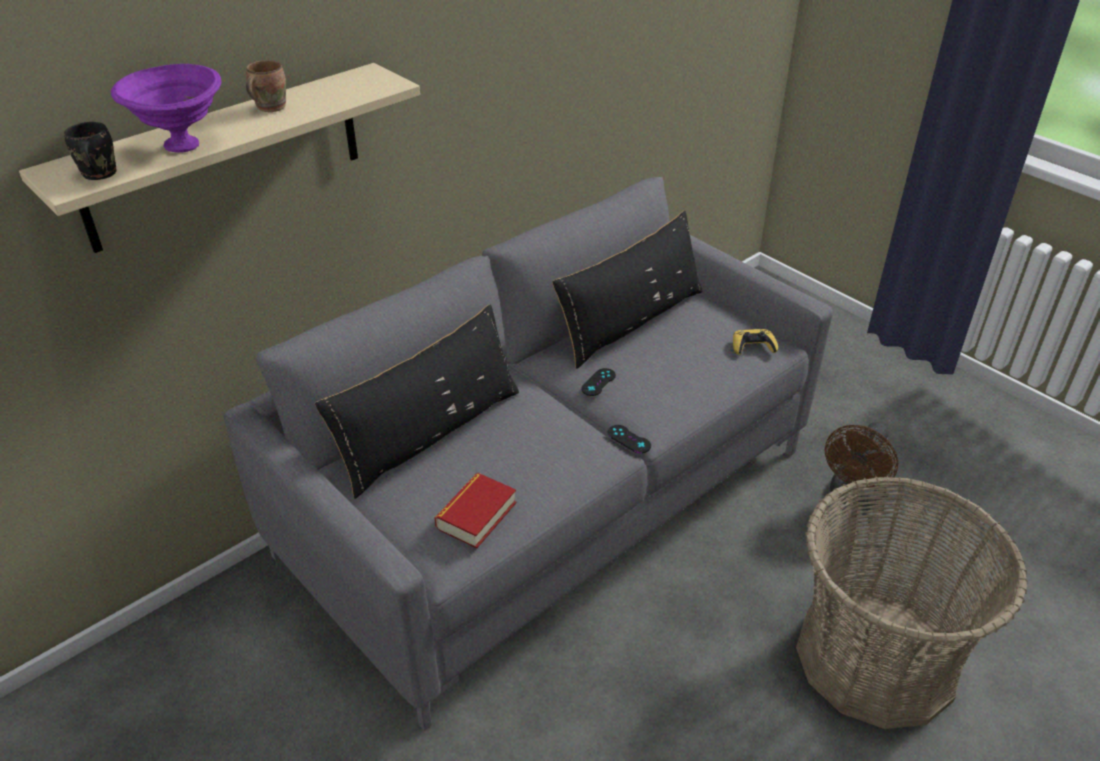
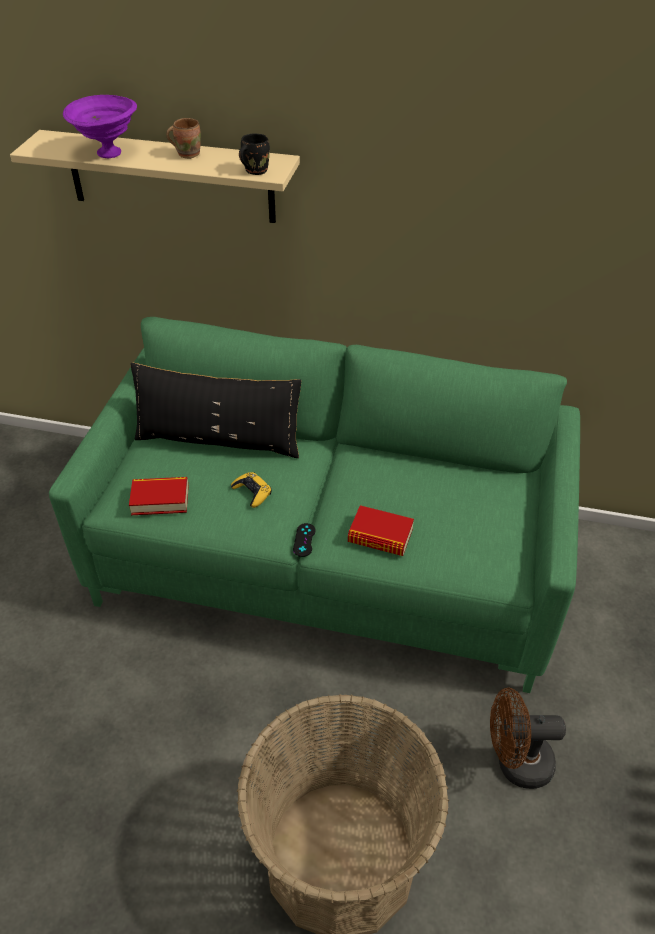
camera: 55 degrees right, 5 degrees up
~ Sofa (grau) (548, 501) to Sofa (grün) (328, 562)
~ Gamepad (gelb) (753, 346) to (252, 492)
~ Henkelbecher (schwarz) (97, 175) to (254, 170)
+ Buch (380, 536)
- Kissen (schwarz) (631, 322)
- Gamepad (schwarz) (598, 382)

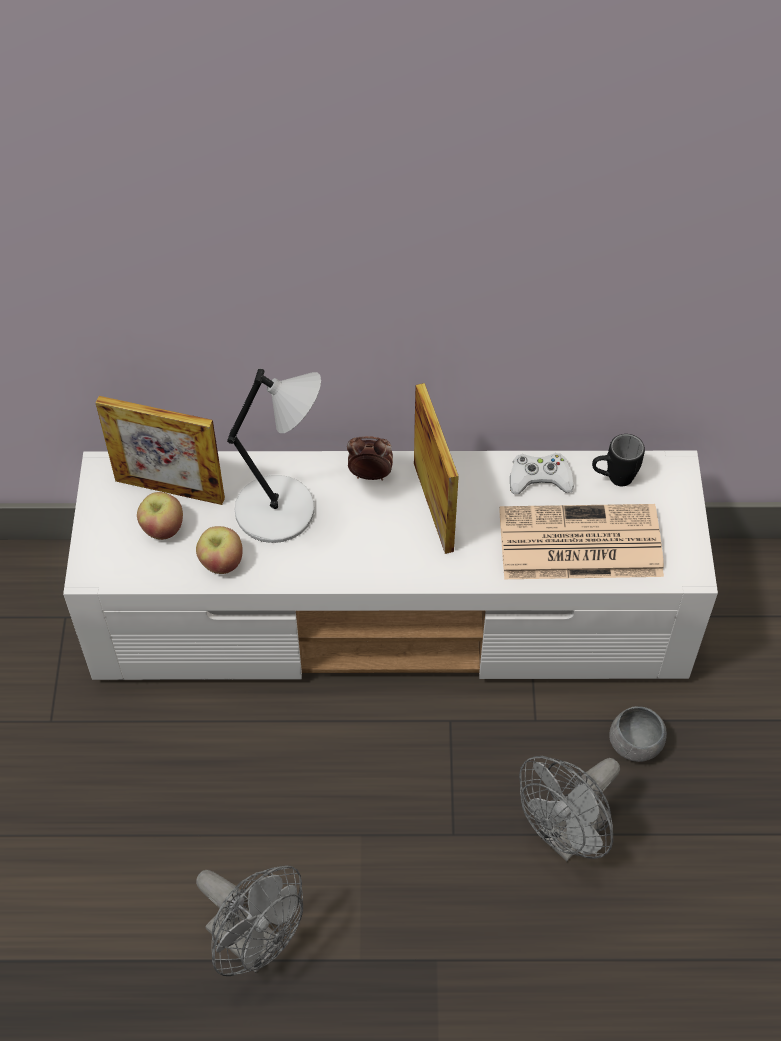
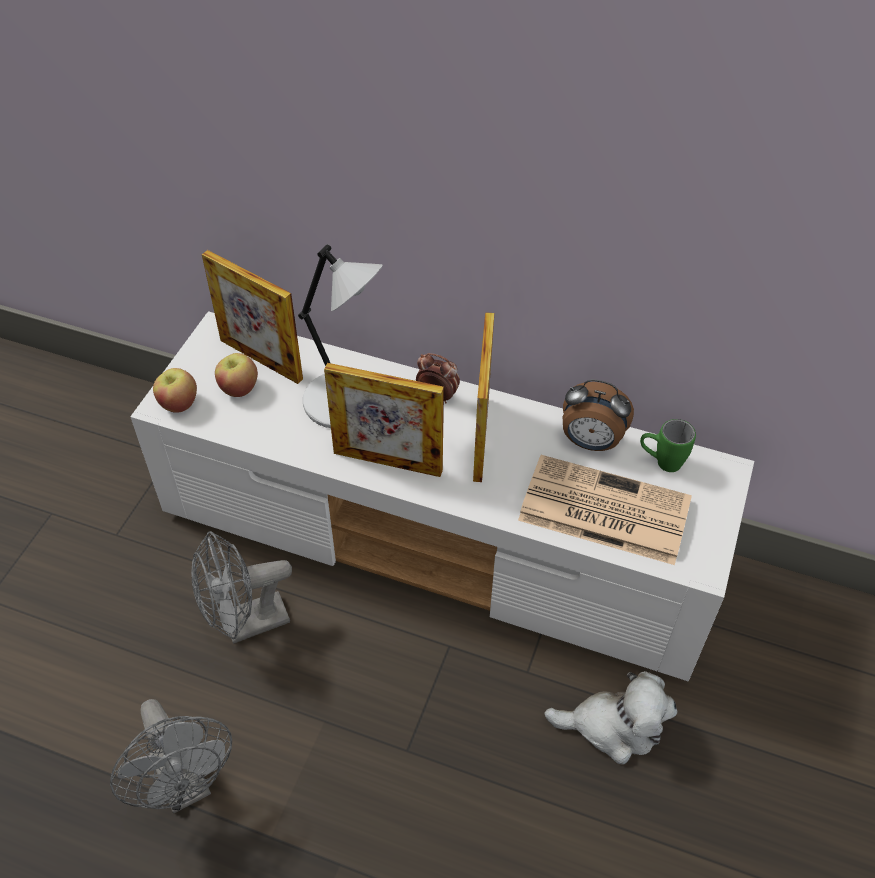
camera: 20 degrees right, 5 degrees down
~ Apfel (221, 562) to (178, 403)
~ Ventilator (grau) (566, 836) to (246, 624)
+ Bilderrahmen (387, 462)
~ Schüssel (grau) (635, 744) to Plüschtier (613, 726)
~ Gamepad (weiß) (539, 478) to Wecker (590, 442)
~ Henkelbecher (schwarz) (613, 478) to Henkelbecher (grün) (660, 462)

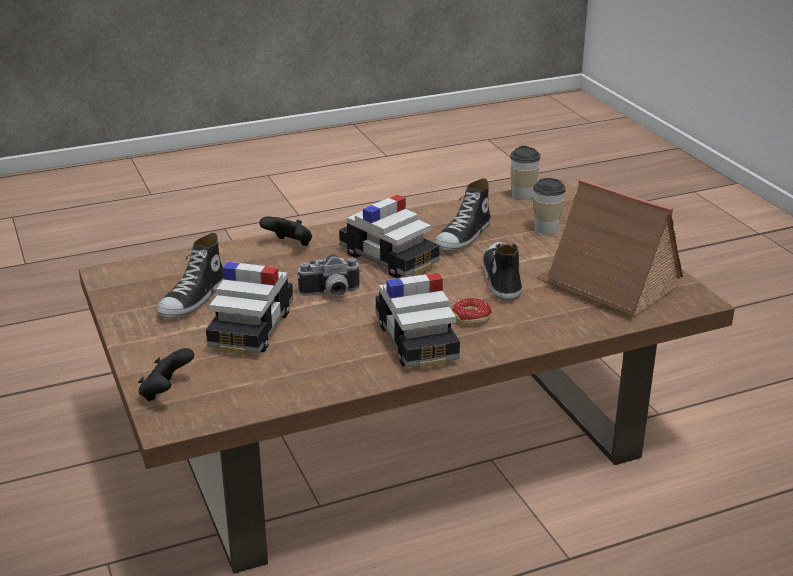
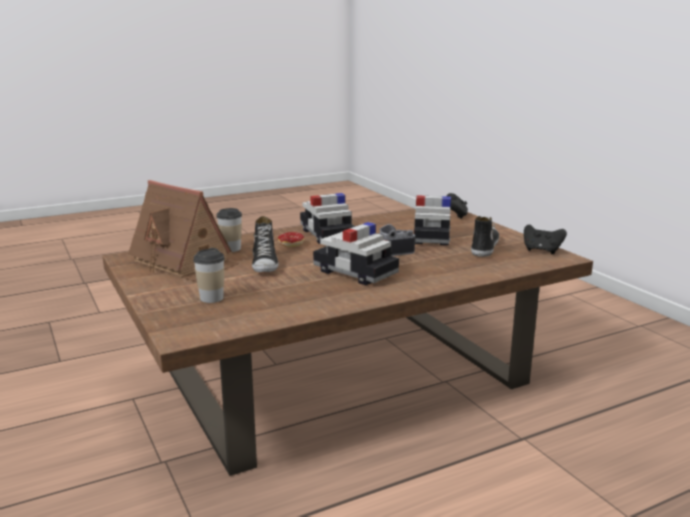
camera: 175 degrees right, 10 degrees down
~ Tasse (523, 195) to (231, 249)
~ Gamepad (schwarz) (289, 245) to (541, 251)
- Schuh (464, 237)

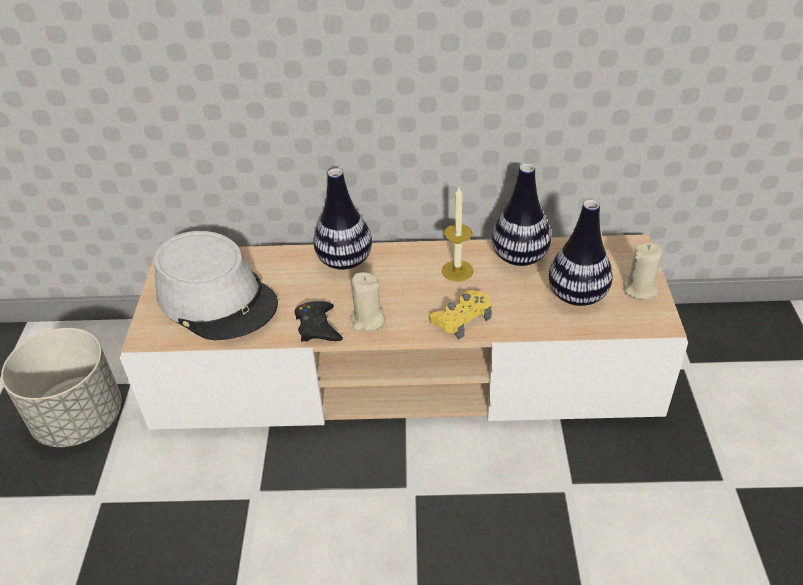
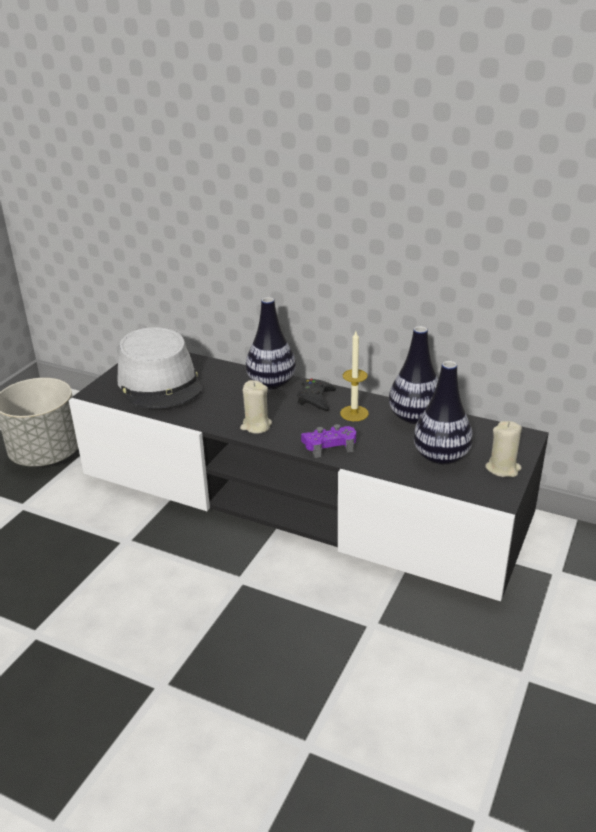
camera: 25 degrees right, 10 degrees down
~ Fernsehschrank (beige) (405, 370) to Fernsehschrank (schwarz) (300, 496)
~ Gamepad (schwarz) (318, 327) to (316, 399)
~ Gamepad (gelb) (461, 318) to Gamepad (lila) (329, 445)

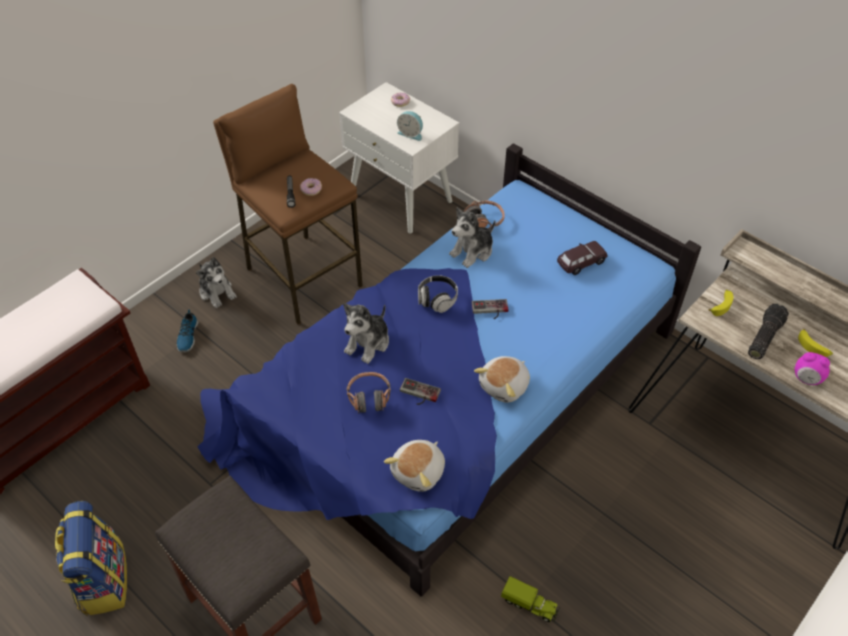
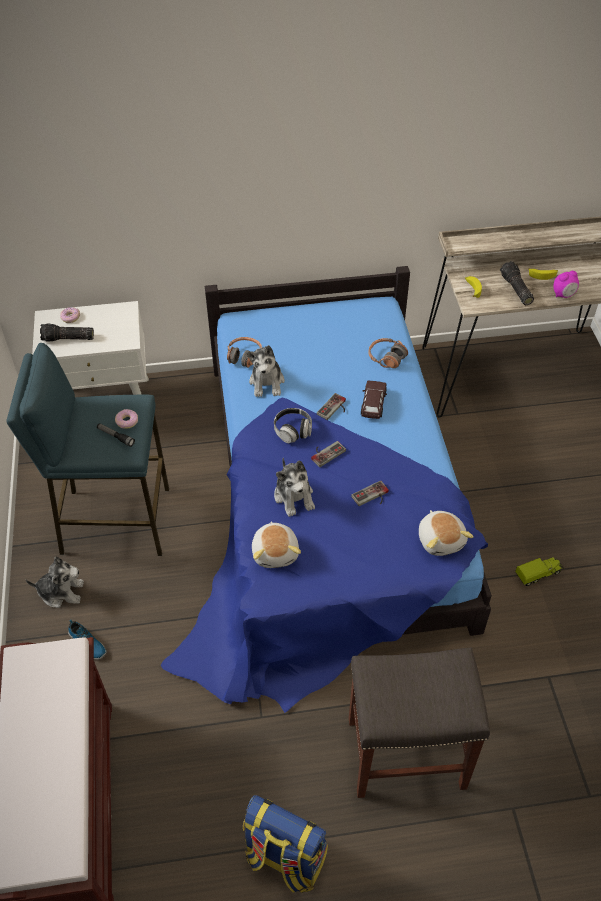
camera: 50 degrees left, 0 degrees up
~ Hocker (braun) (303, 277) to Hocker (blau) (115, 521)
+ Taschenlampe (68, 339)
~ Plüschtier (505, 386) to (276, 552)
+ Gamepad (326, 452)
~ Spielzeugauto (braun) (581, 263) to (373, 405)
~ Kopfhörer (369, 397) to (386, 357)
- Wecker (411, 133)

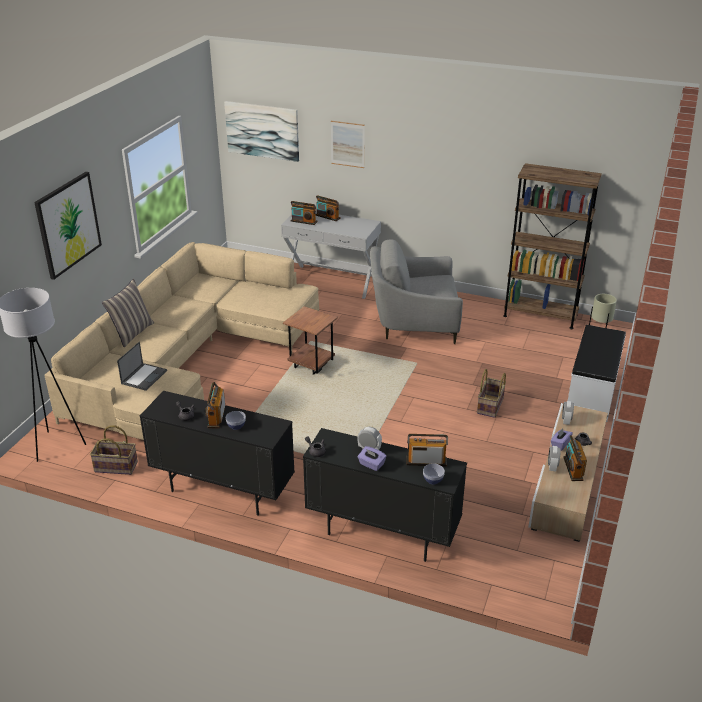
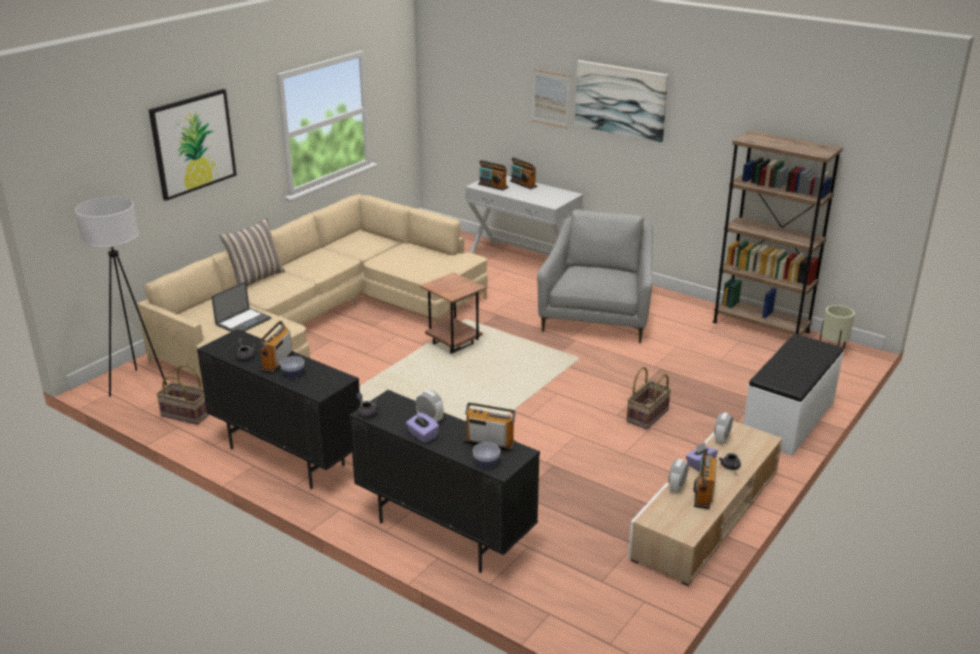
camera: 15 degrees right, 5 degrees down
~ Sessel (grau) (414, 323) = (597, 316) 90 degrees clockwise
~ Bild (262, 130) to (620, 100)

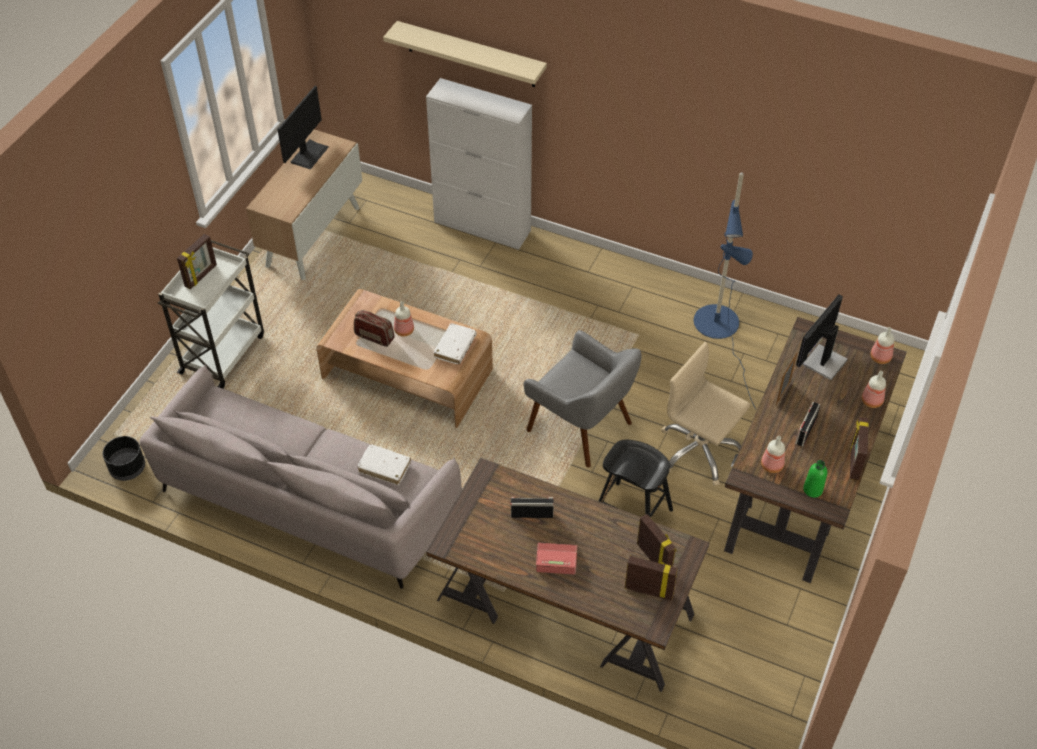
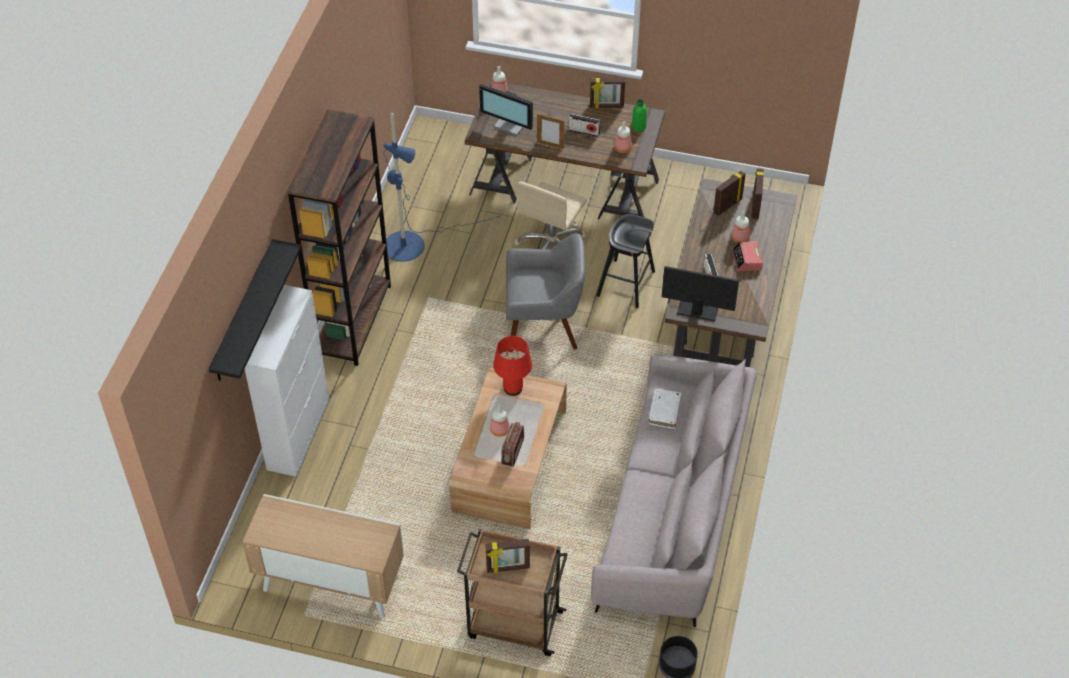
camera: 100 degrees left, 0 degrees up
~ Wandregal (beige) (471, 54) to Wandregal (schwarz) (243, 313)
+ Bücherregal (braun) (353, 320)
~ Rollwagen (weiß) (223, 353) to Rollwagen (braun) (513, 624)
~ Bilderrahmen (201, 276) = (508, 568) 150 degrees clockwise
~ Buch (weiß) (455, 347) to Tischlampe (rot) (512, 388)
~ Sessel (grau) (581, 427) = (544, 325) 60 degrees clockwise
~ Monitor (309, 154) to (697, 310)
~ Flasche (872, 401) to (740, 238)

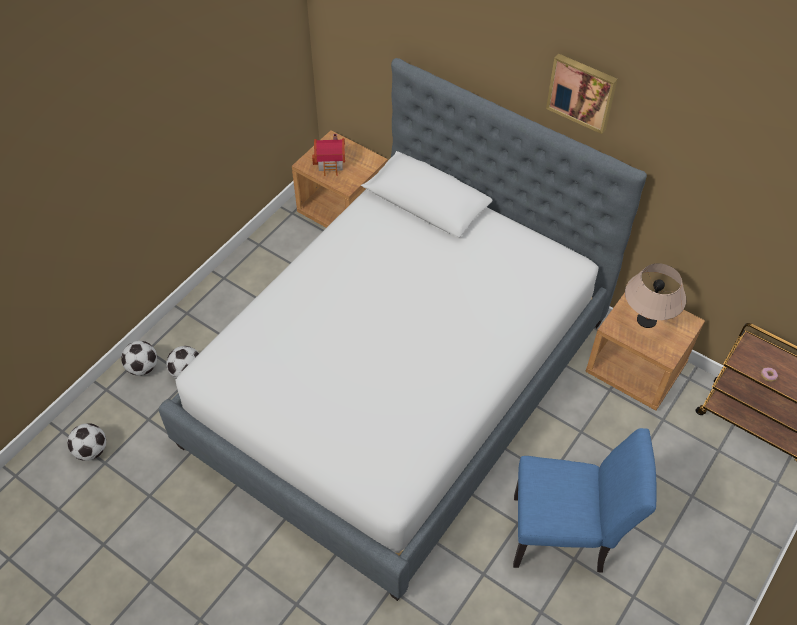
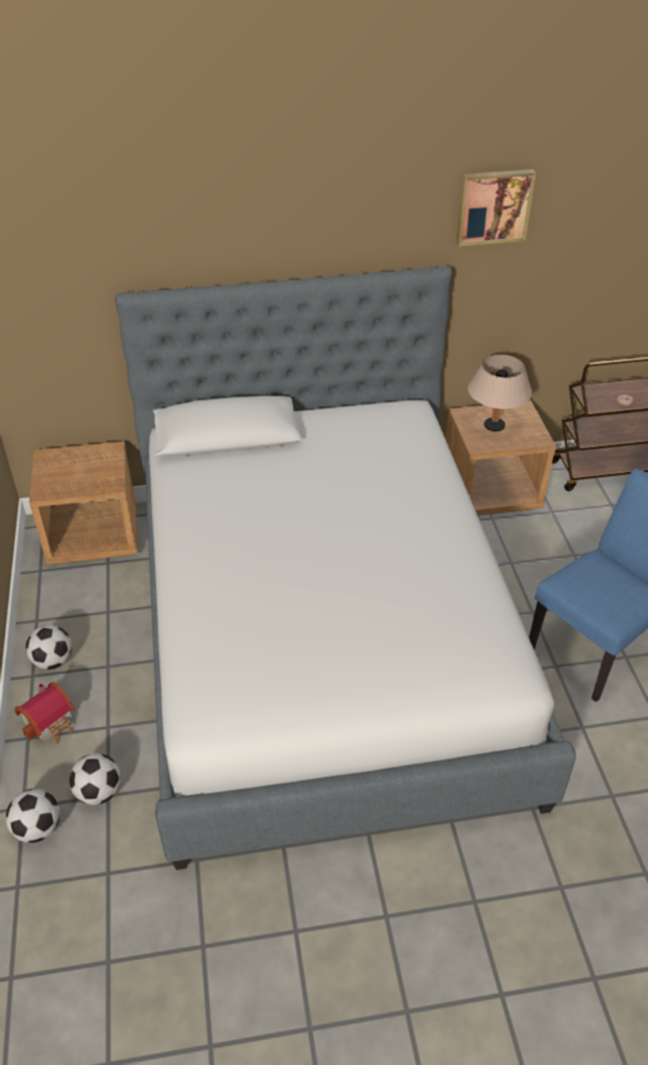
camera: 45 degrees left, 10 degrees down
~ Spielzeughaus (331, 163) to (51, 723)
~ Fußball (91, 450) to (53, 661)
~ Bild (582, 92) to (493, 206)

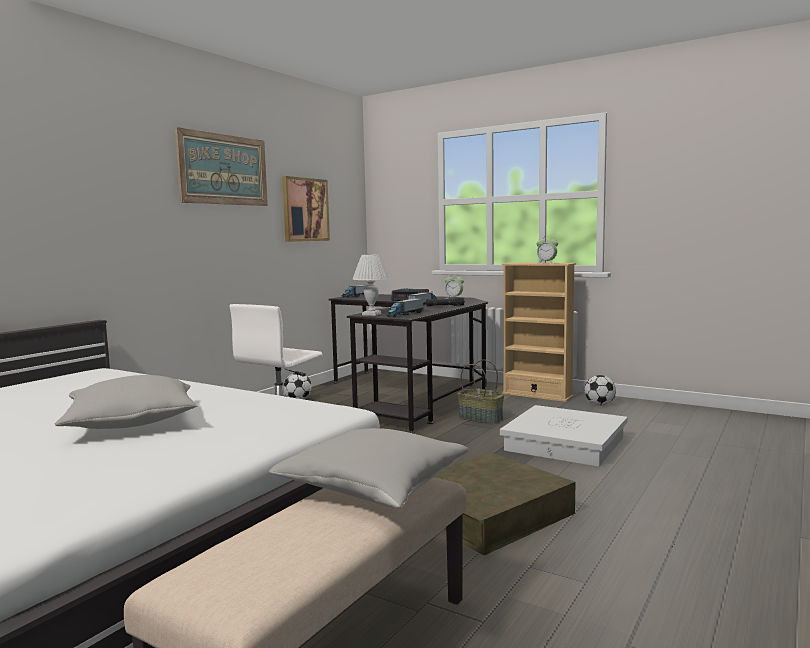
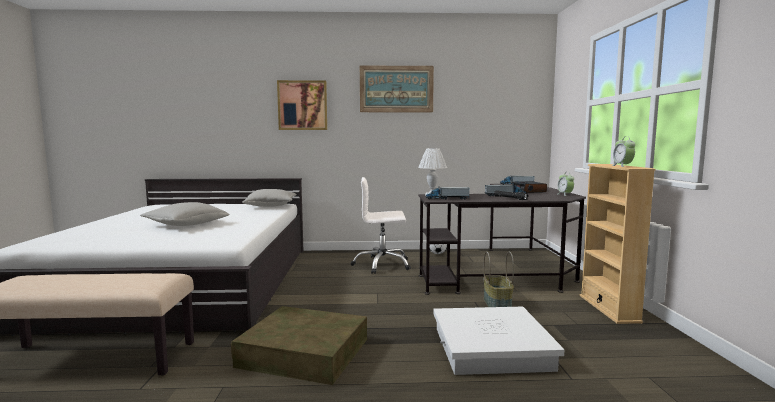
camera: 55 degrees right, 0 degrees up
~ Kissen (grau) (373, 487) to (271, 206)
~ Bild (305, 209) to (302, 105)
- Fußball (599, 404)

